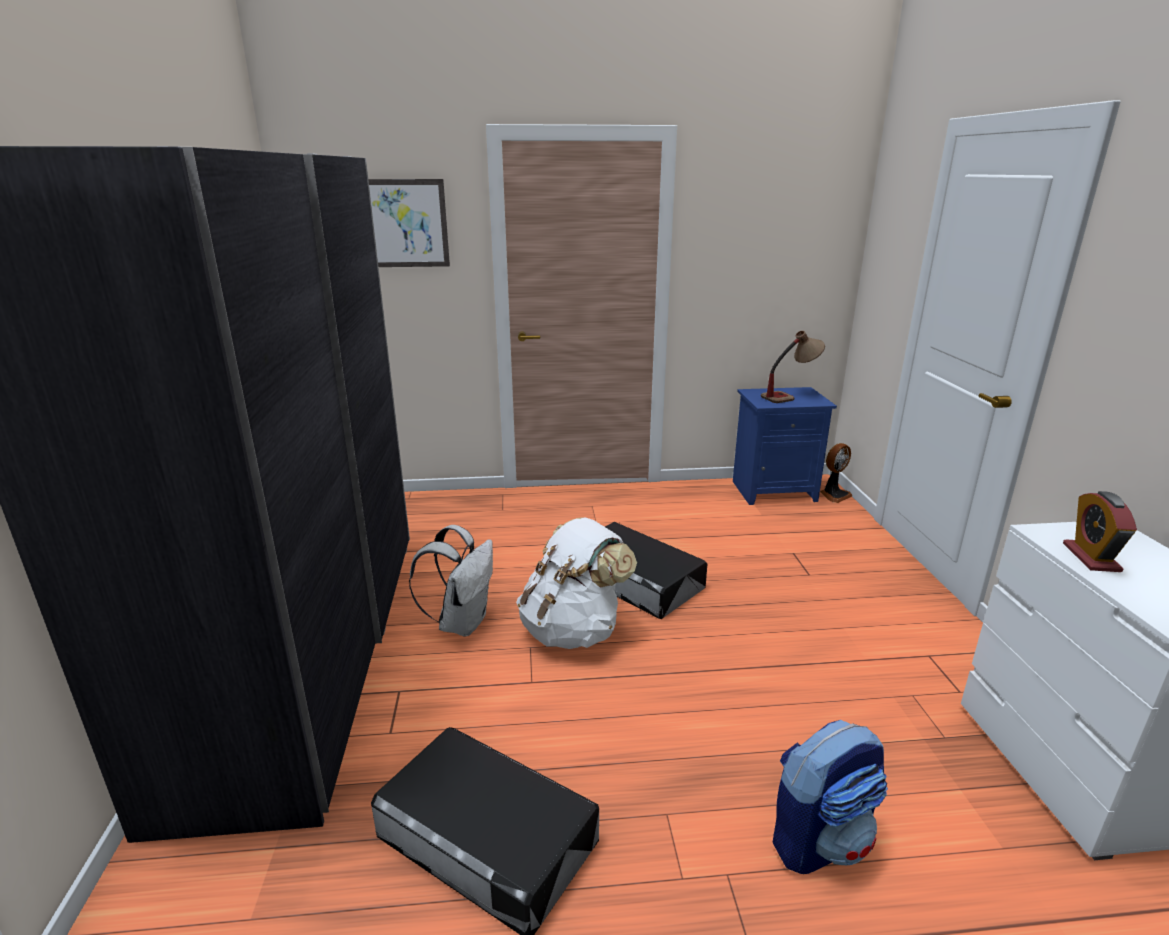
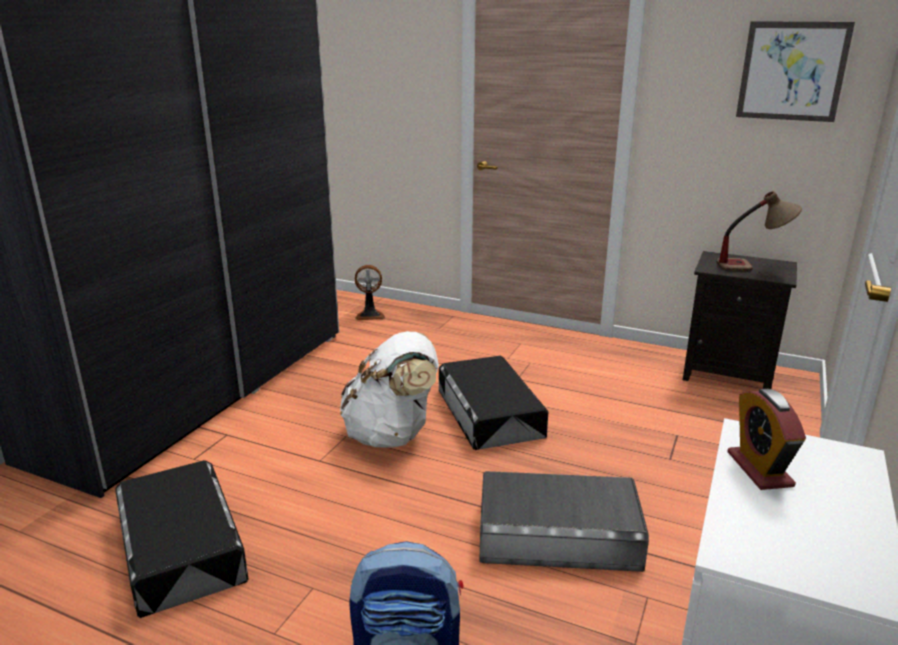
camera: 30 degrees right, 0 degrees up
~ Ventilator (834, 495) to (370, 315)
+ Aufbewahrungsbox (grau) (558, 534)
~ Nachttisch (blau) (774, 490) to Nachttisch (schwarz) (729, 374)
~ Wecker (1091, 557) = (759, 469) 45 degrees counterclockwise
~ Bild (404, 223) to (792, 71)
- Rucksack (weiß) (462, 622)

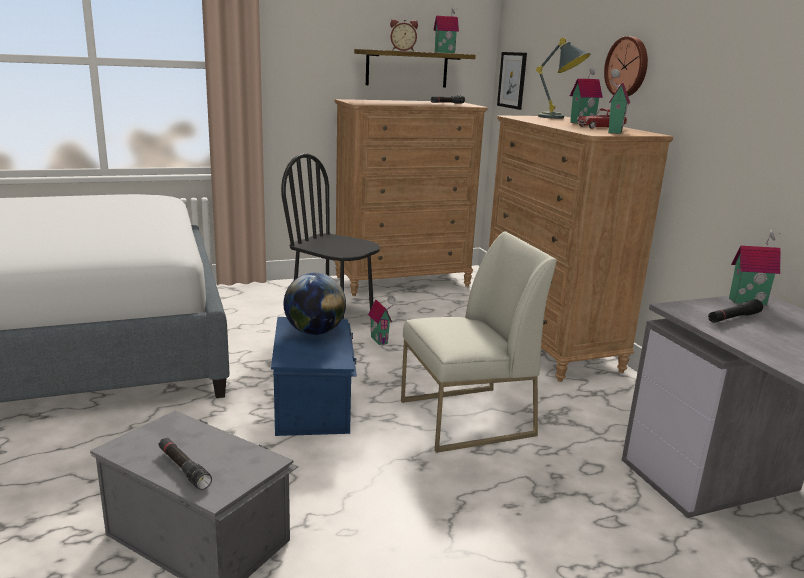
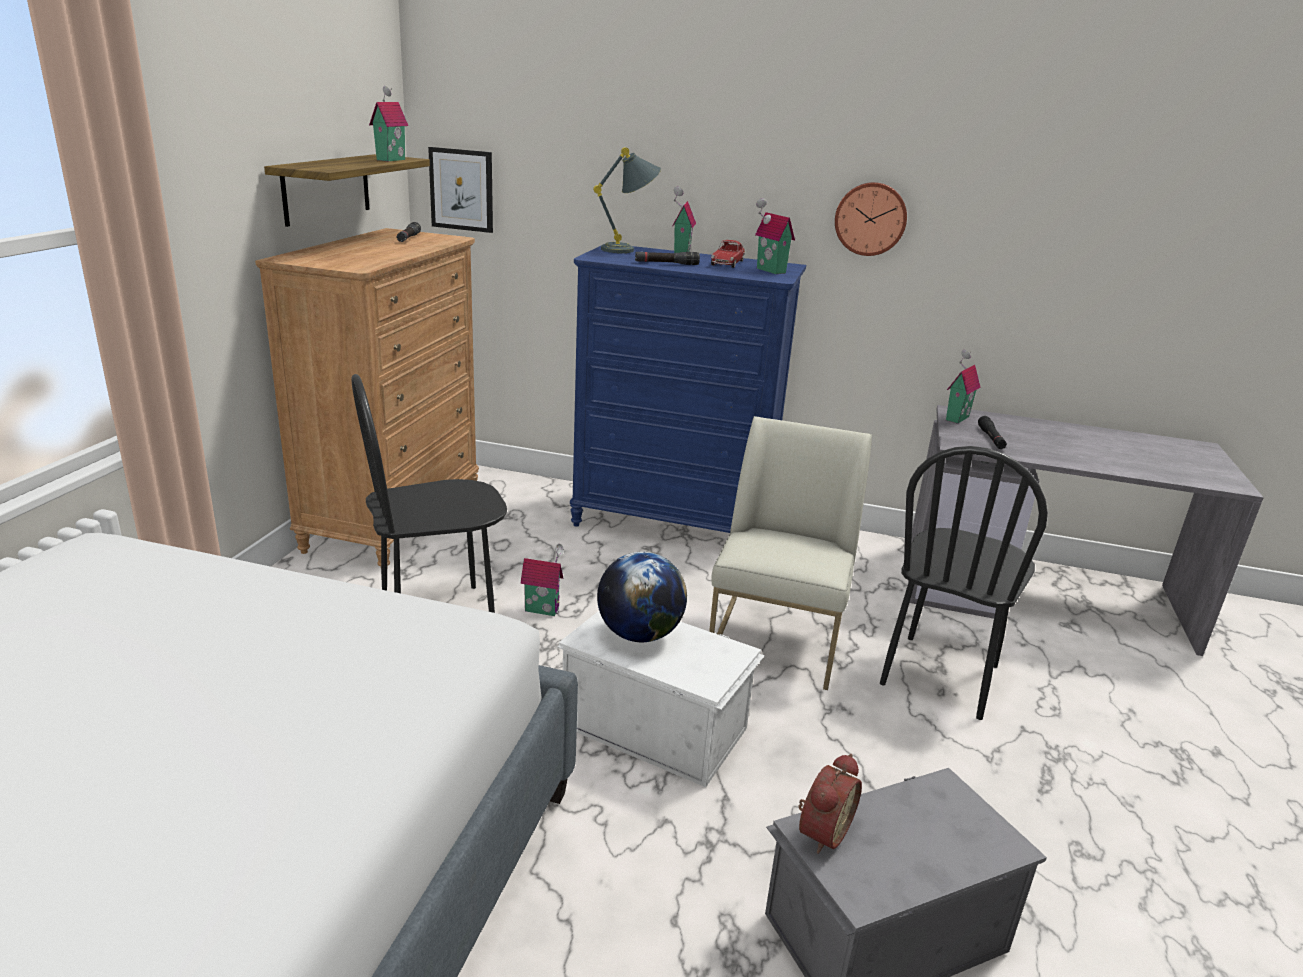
camera: 55 degrees left, 5 degrees up
~ Aufbewahrungsbox (blau) (314, 403) to Aufbewahrungsbox (weiß) (654, 725)
~ Kommode (braun) (549, 344) to Kommode (blau) (673, 522)
~ Taschenlampe (schwarz) (183, 468) to (666, 263)
~ Wecker (403, 50) to (821, 831)
~ Wanduhr (628, 67) to (870, 219)
+ Stuhl (schwarz) (941, 675)

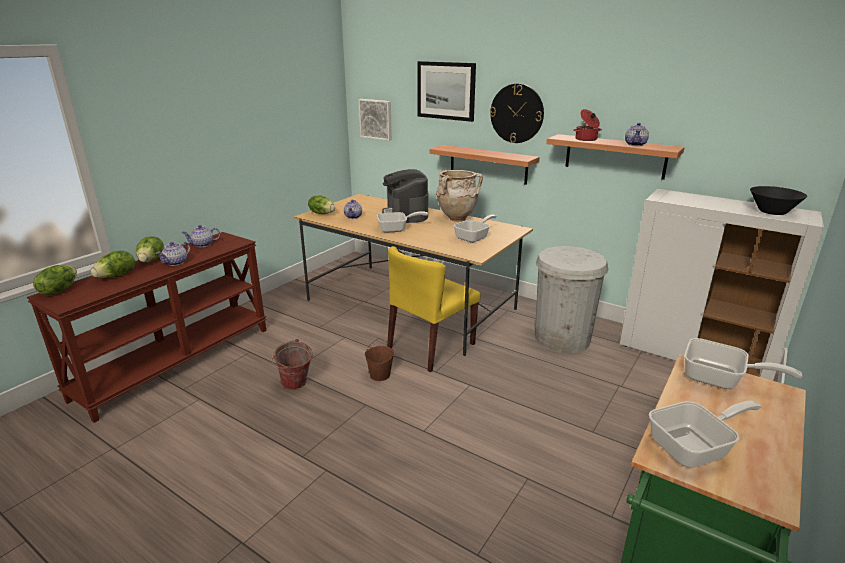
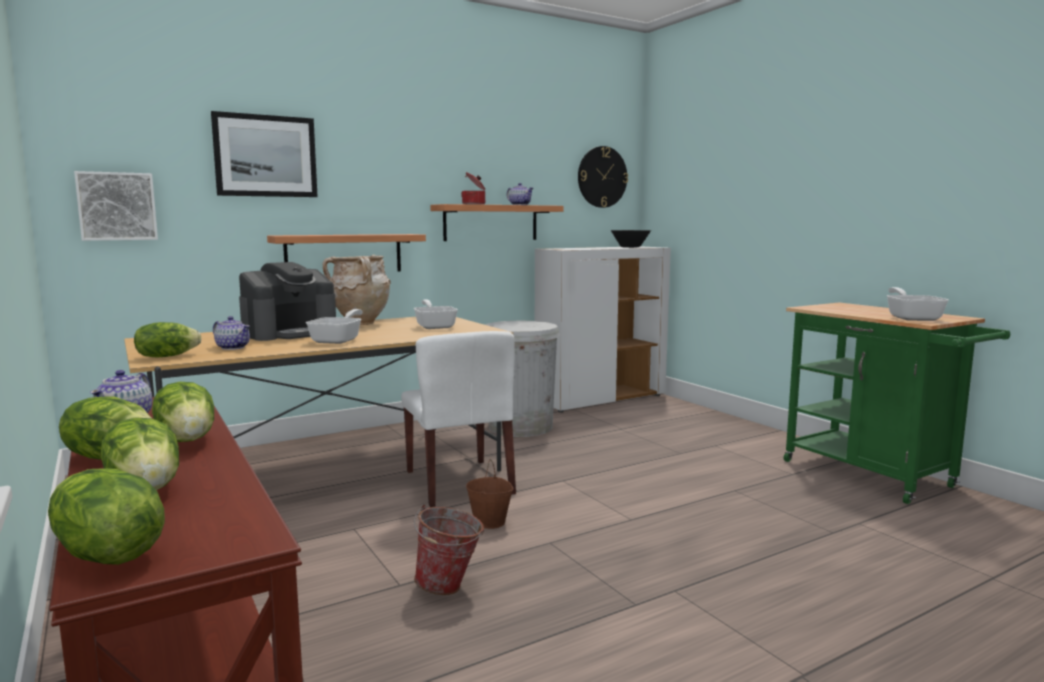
camera: 65 degrees left, 15 degrees down
~ Teekanne (176, 262) to Salatkopf (188, 439)
~ Kaffeemaschine (406, 214) = (290, 333) 60 degrees counterclockwise
~ Stuhl (gelb) (431, 347) to Stuhl (weiß) (459, 482)
~ Wanduhr (517, 113) to (602, 177)
- Pfanne (720, 380)

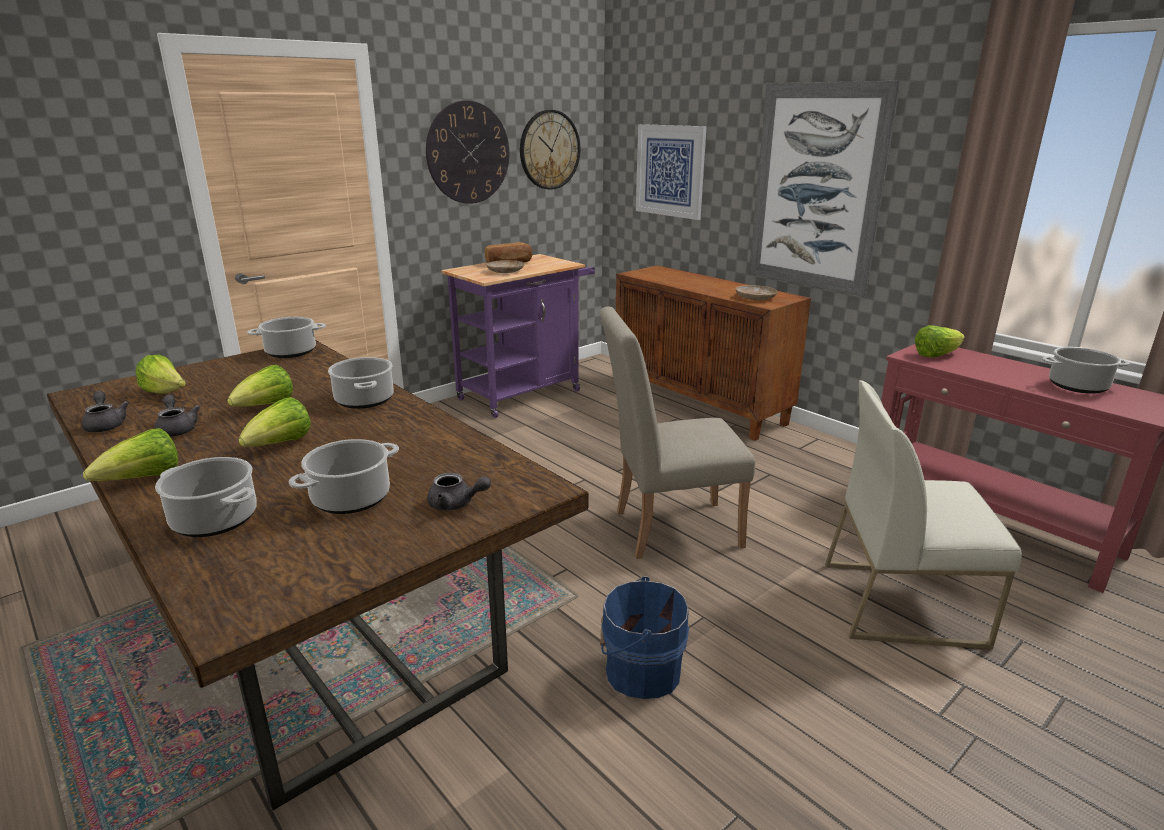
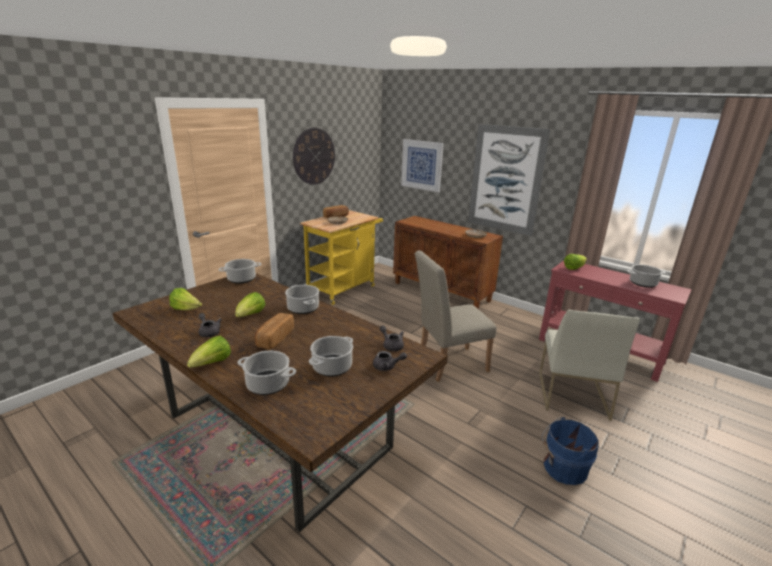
camera: 10 degrees left, 0 degrees up
~ Salatkopf (280, 445) to Brot (274, 338)
~ Rollwagen (lila) (525, 392) to Rollwagen (gelb) (344, 288)
~ Teekanne (grau) (106, 425) to (391, 345)
~ Stuhl (weiß) (902, 602) = (571, 394) 75 degrees counterclockwise
~ Eimer (blau) (639, 670) to (562, 468)
- Wanduhr (549, 150)

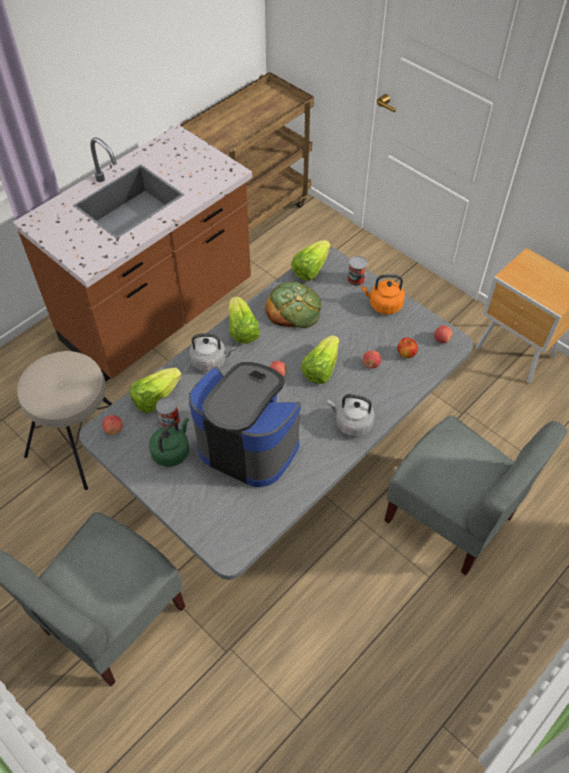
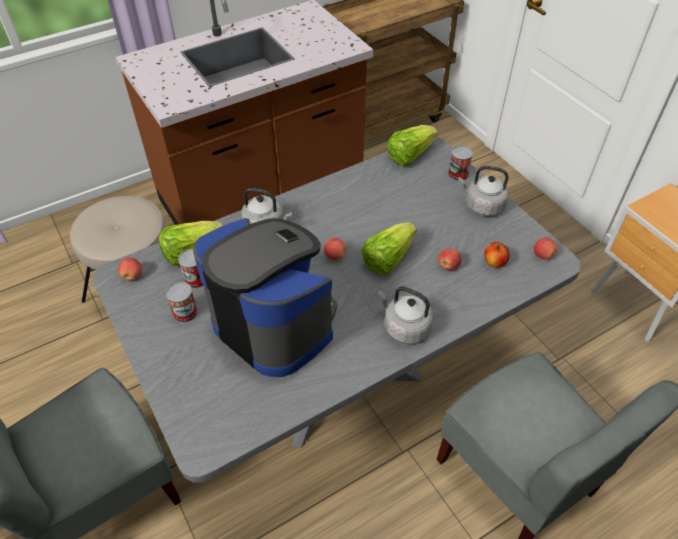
camera: 15 degrees right, 5 degrees down
~ Wasserkessel (grün) (172, 451) to Dose (185, 313)
~ Wasserkessel (orange) (383, 305) to Wasserkessel (grau) (482, 205)
- Salatkopf (242, 330)
- Brot (293, 308)

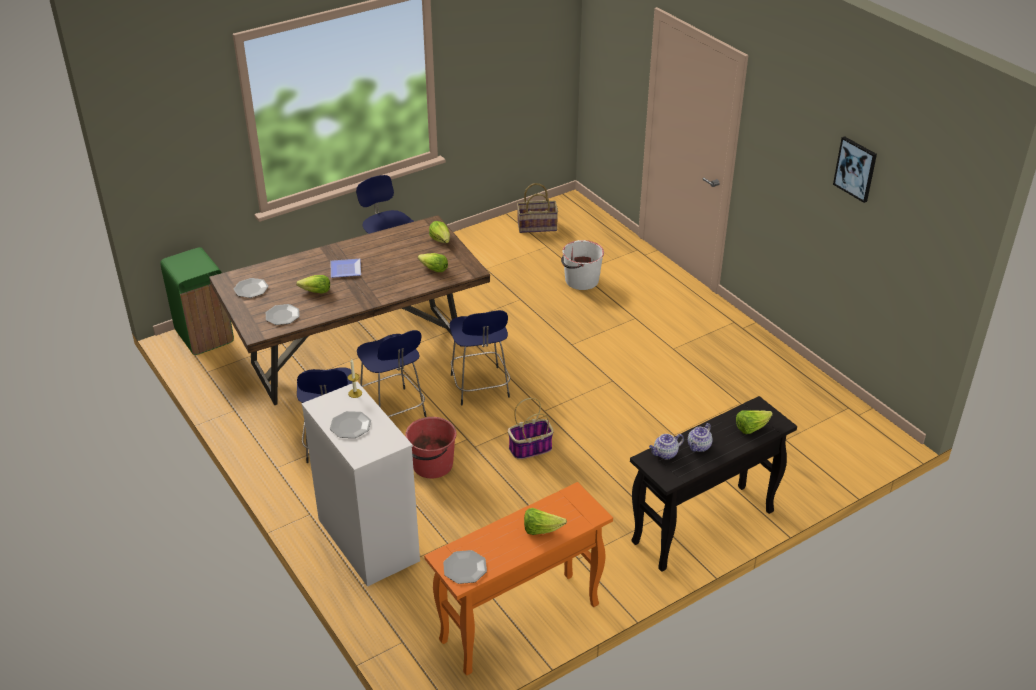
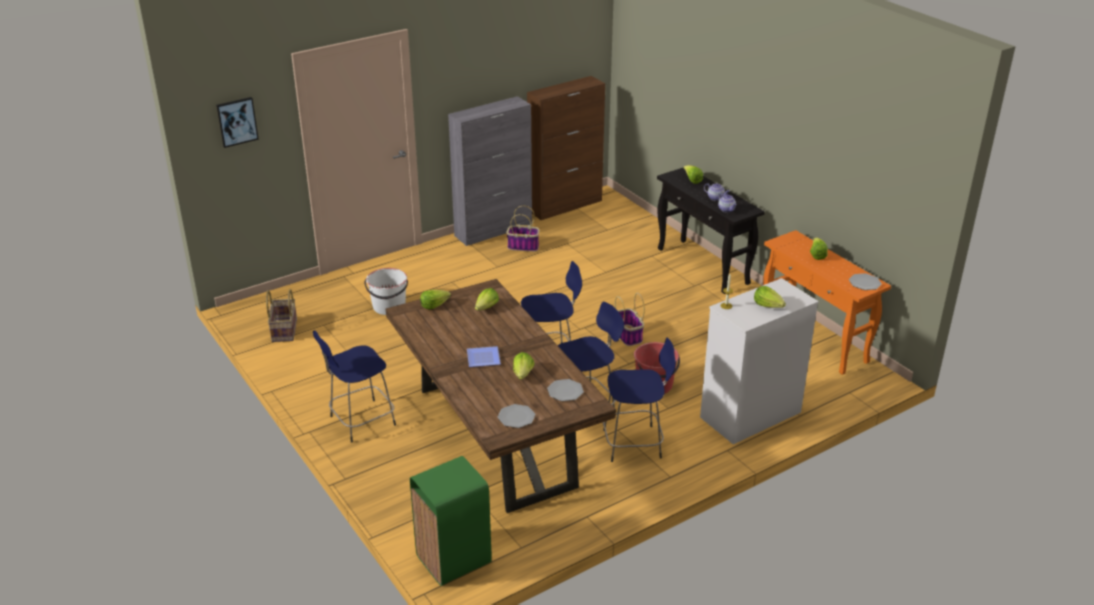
camera: 90 degrees left, 5 degrees down
~ Bild (855, 169) to (237, 121)
+ Schrank (grau) (494, 230)
+ Korb (523, 246)
+ Schrank (braun) (565, 205)
~ Teller (350, 426) to Salatkopf (768, 305)

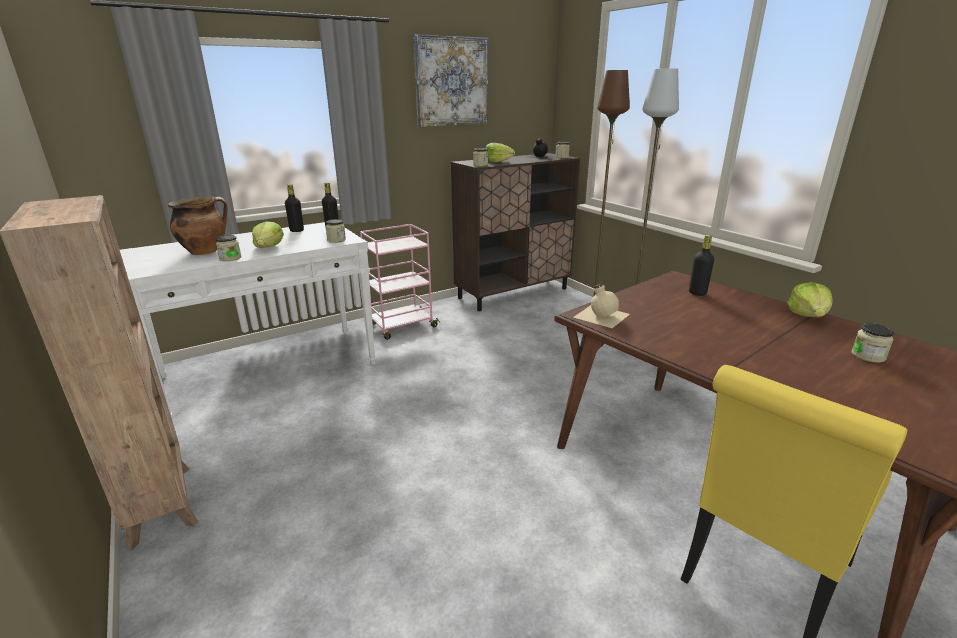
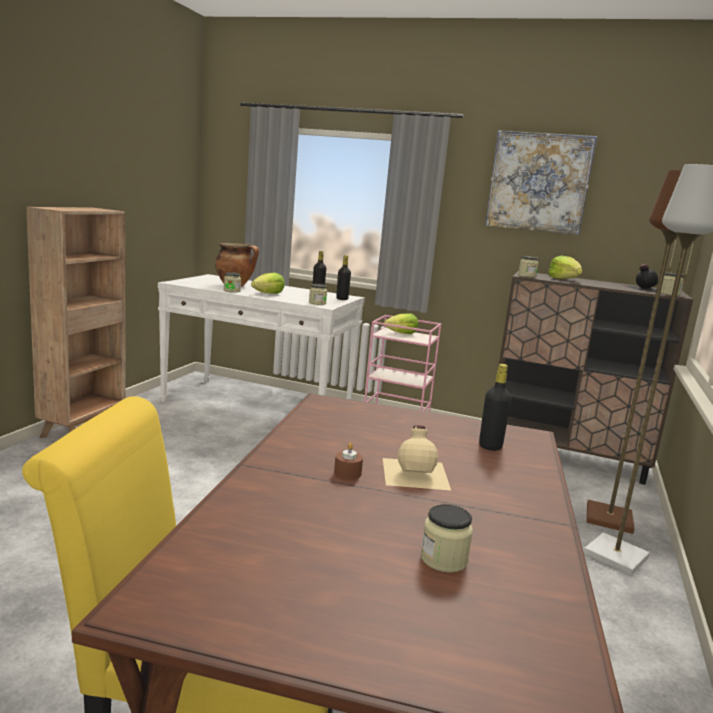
camera: 50 degrees right, 10 degrees down
+ Kerze (braun) (347, 473)
~ Flasche (beige) (601, 315) to (416, 473)
~ Salatkopf (808, 315) to (401, 334)

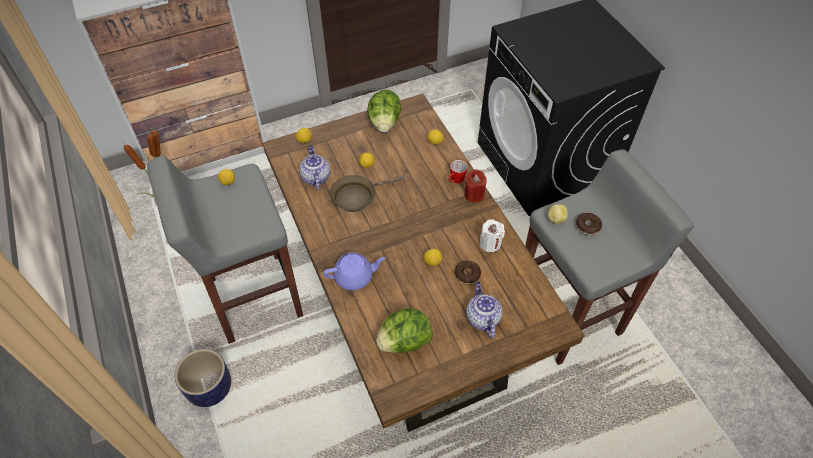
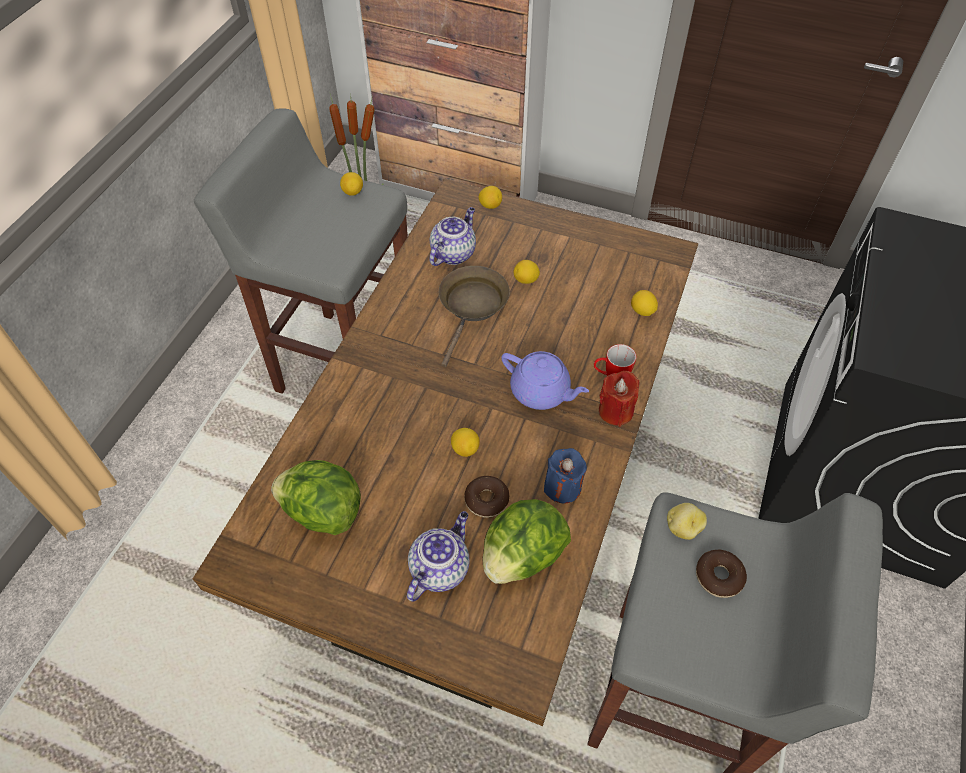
camera: 45 degrees right, 0 degrees up
~ Pfanne (braun) (357, 196) = (472, 307) 90 degrees clockwise
~ Salatkopf (384, 123) to (522, 556)
~ Teekanne (lila) (355, 277) to (541, 392)
~ Kerze (weiß) (490, 243) to Kerze (blau) (562, 487)
- Pflanzkübel (209, 388)

